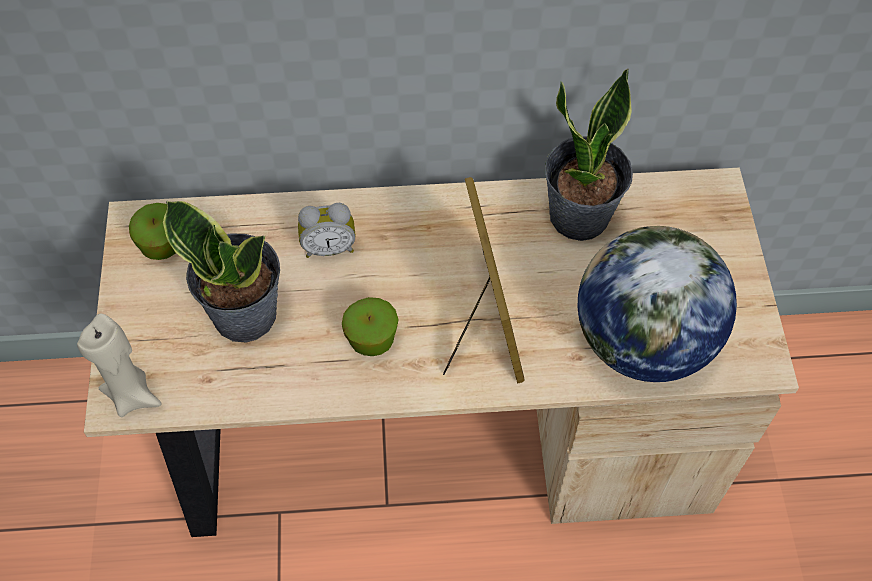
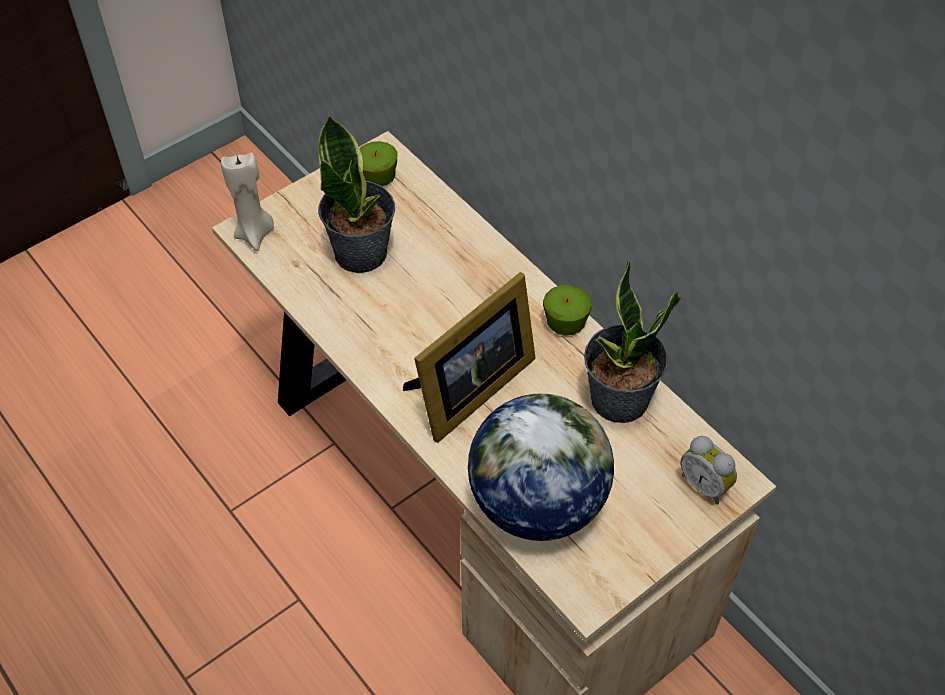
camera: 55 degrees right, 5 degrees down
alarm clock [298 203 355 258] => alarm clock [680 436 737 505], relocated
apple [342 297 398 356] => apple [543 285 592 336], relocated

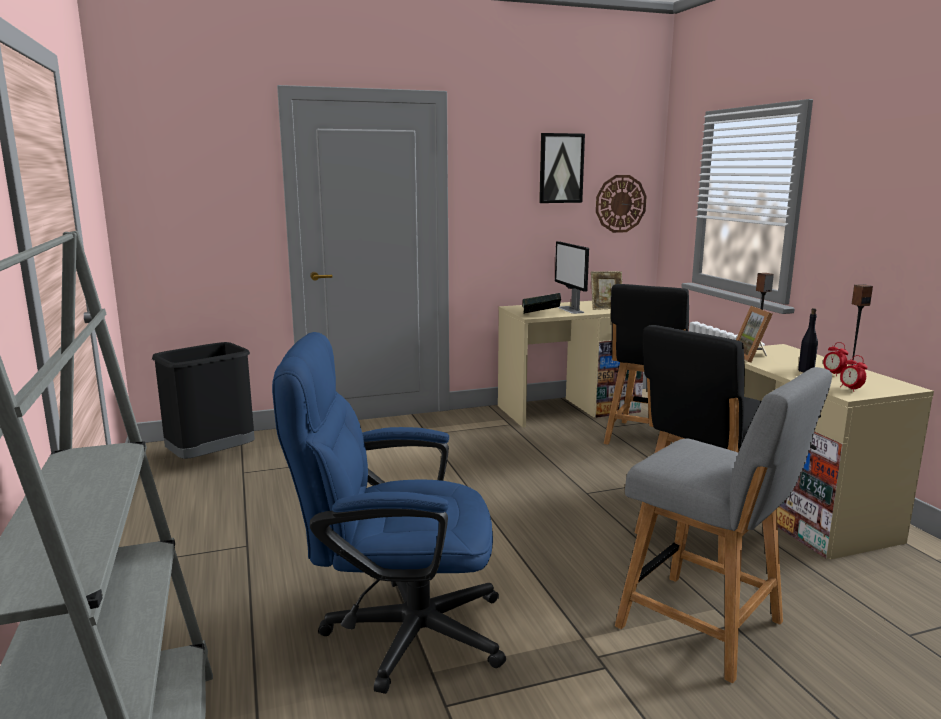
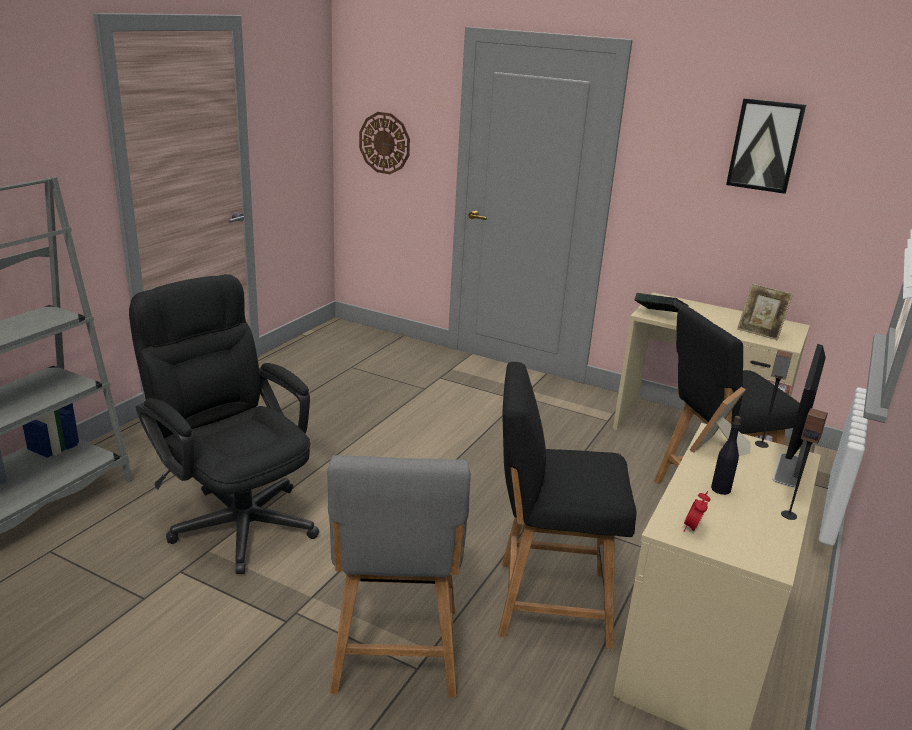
camera: 45 degrees right, 10 degrees up
wall clock [596 175 647 233] => wall clock [359 112 410 174], relocated
monitor [555 241 589 314] => monitor [772 344 826 488], relocated
blue office chair [272 332 506 694] => black office chair [129 274 319 574]
black trash can [152 342 255 459] => nothing
alarm clock [823 342 849 376] => nothing

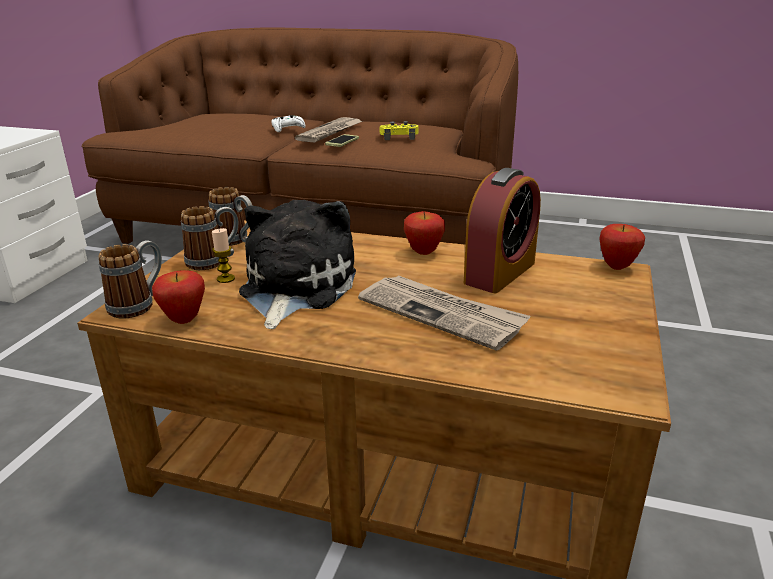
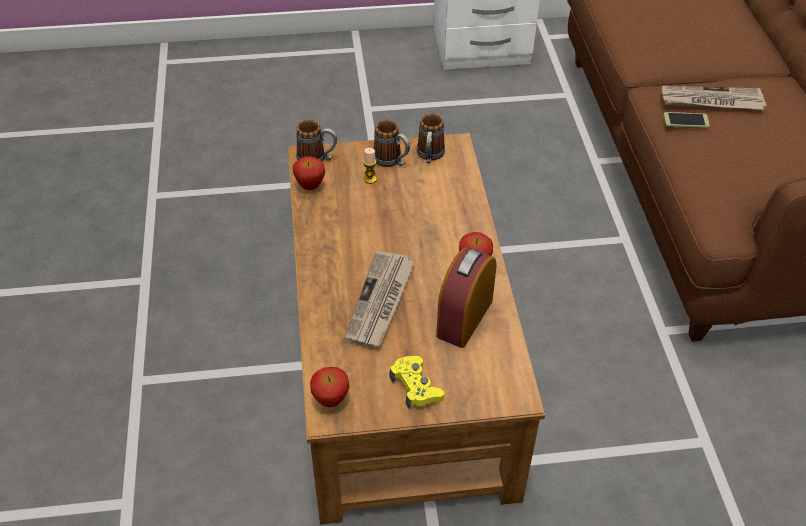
camera: 65 degrees right, 20 degrees up
white game controller [271 115 306 132] => nothing
yellow game controller [380 121 419 140] => yellow game controller [390 356 444 409], relocated
alarm clock [464 168 541 293] => alarm clock [436 247 497 348], 105 degrees clockwise
plush toy [239 200 356 329] => nothing
apple [599 224 645 270] => apple [310 367 349 407], relocated

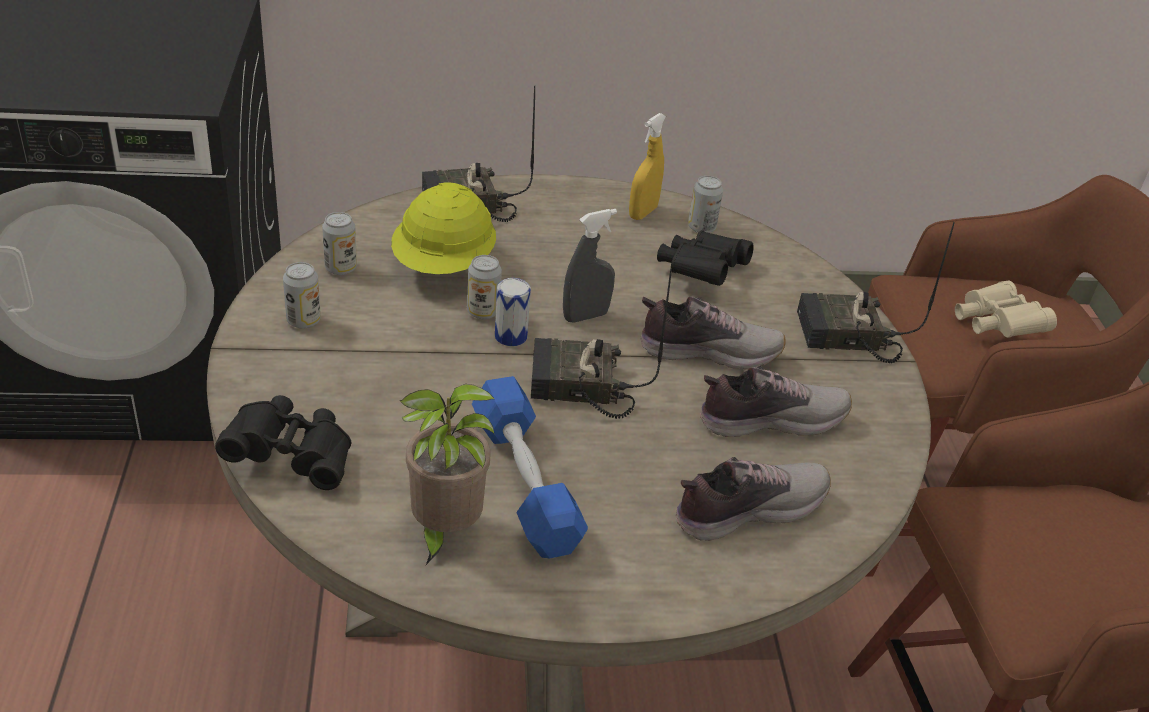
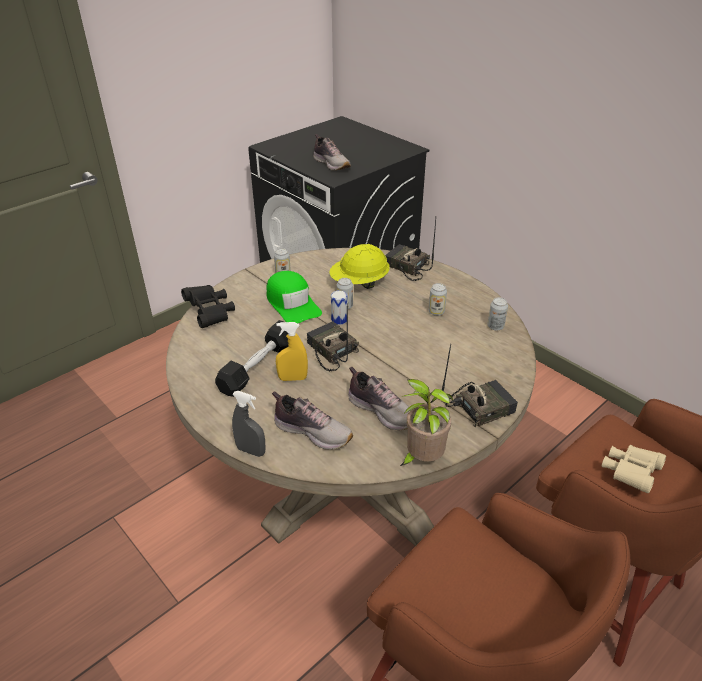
camera: 55 degrees right, 0 degrees up
yellow spray bottle [629 113 666 220] => yellow spray bottle [276 322 308 381], relocated
grey spray bottle [563 209 617 323] => grey spray bottle [232 391 265 457], relocated
can [322 212 357 275] => can [429 283 447 316], relocated
radio [797 222 955 364] => radio [442 344 518 427], 105 degrees clockwise
black binoculars [657 230 754 286] => nothing
shoe [640 297 786 369] => shoe [313 134 351 170], relocated
blue dumbbell [472 376 588 558] => black dumbbell [215 320 289 397]
potted plant [400 384 495 565] => potted plant [400 379 453 466], relocated
nothing => green cap [266 271 322 323]

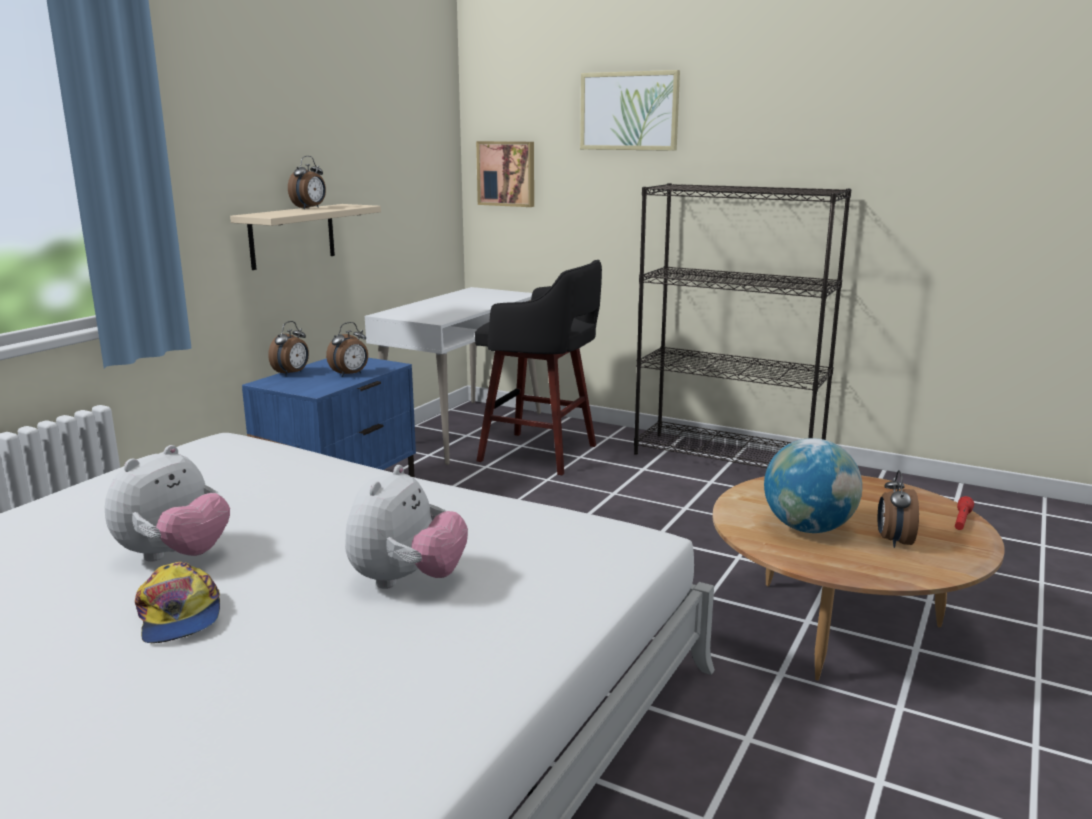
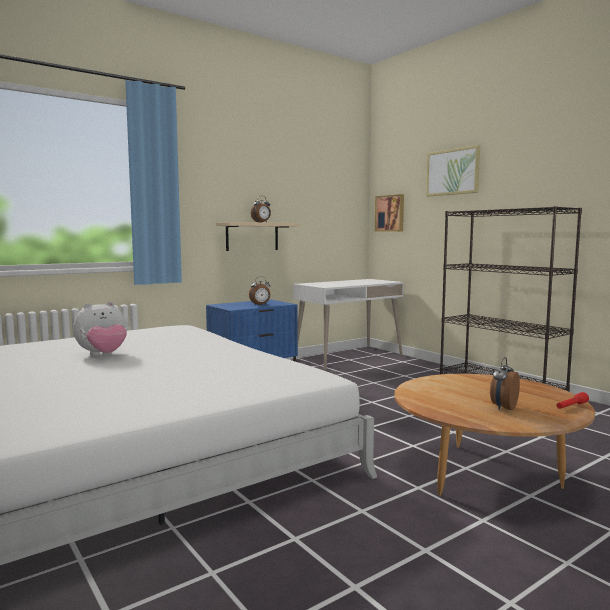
camera: 25 degrees right, 10 degrees down
black stool [475 260 602 475] => nothing
alarm clock [268 321 309 376] => nothing
globe [764 438 862 533] => nothing
plush toy [345 465 468 589] => nothing
cap [135 562 220 643] => nothing

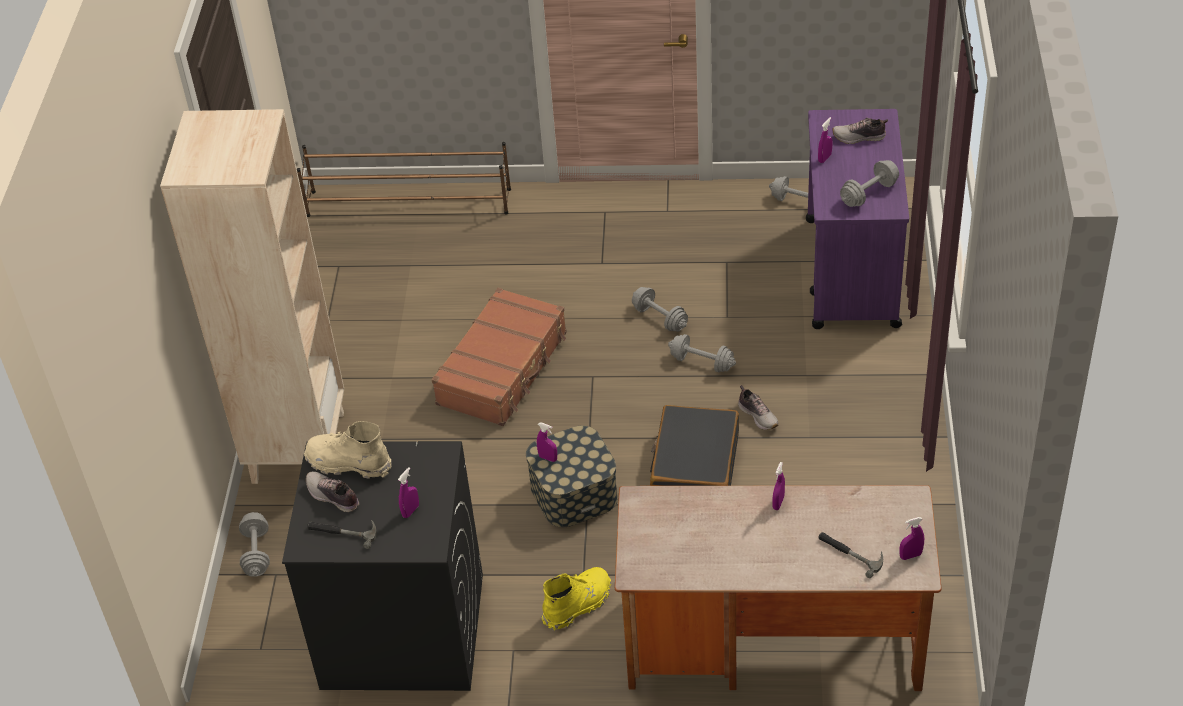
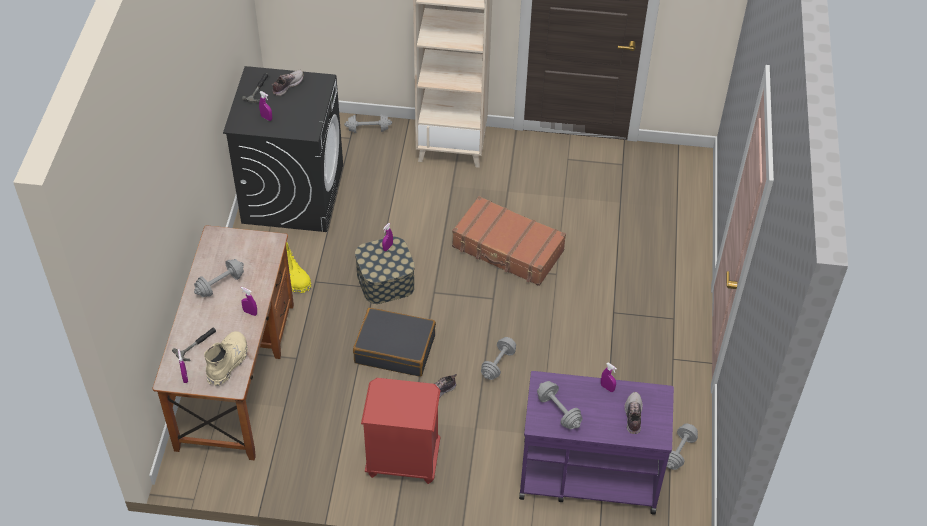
camera: 90 degrees right, 5 degrees up
brown shoe rack [297 142 511 217] => nothing
grey dumbbell [632 287 688 332] => grey dumbbell [194 259 244 297], relocated
beige boot [304 421 392 479] => beige boot [204 331 248 386], relocated
nothing => red nightstand [361 378 441 484]

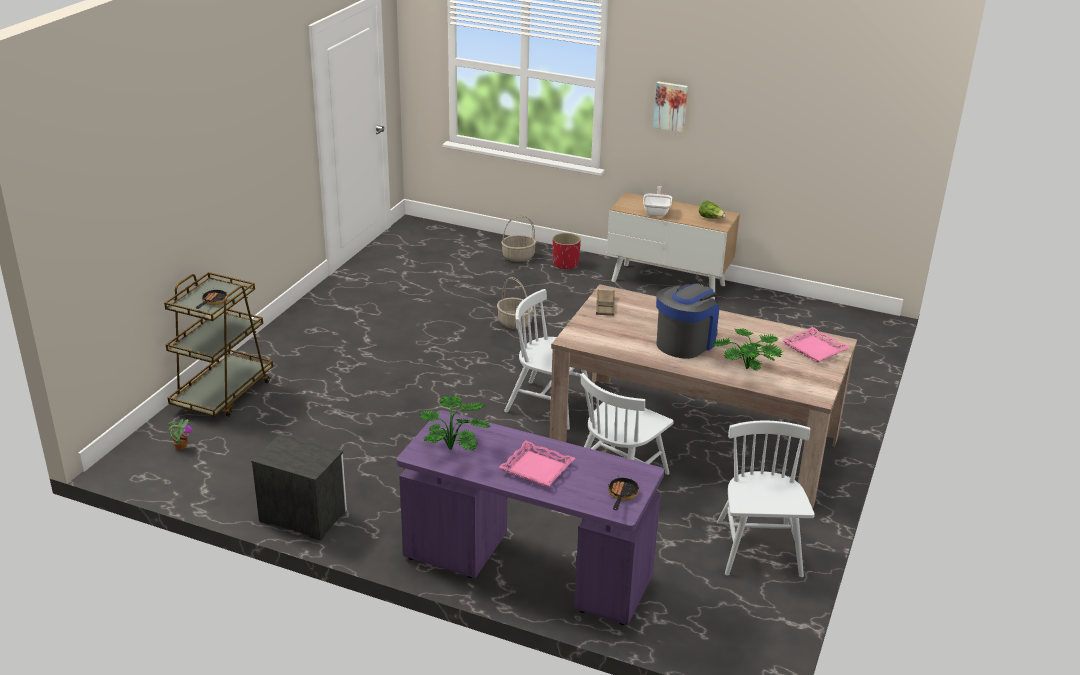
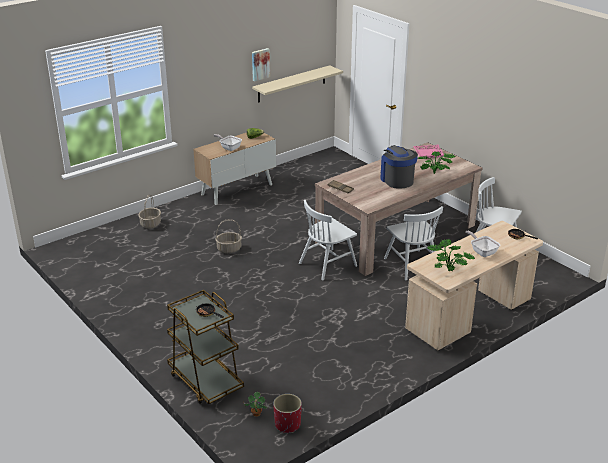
camera: 60 degrees left, 0 degrees up
picture [653 81 688 133] => picture [252 48 270 81], relocated
red planter [553 233 581 269] => red planter [273 394 302 433], relocated
purple desk [397 410 664 625] => beige desk [405 221 543 350]
nightstand [251 434 347 540] => nothing
pink tray [499 441 575 487] => frying pan [466 231 500 257]
nothing => beige shelf [252 65 343 102]

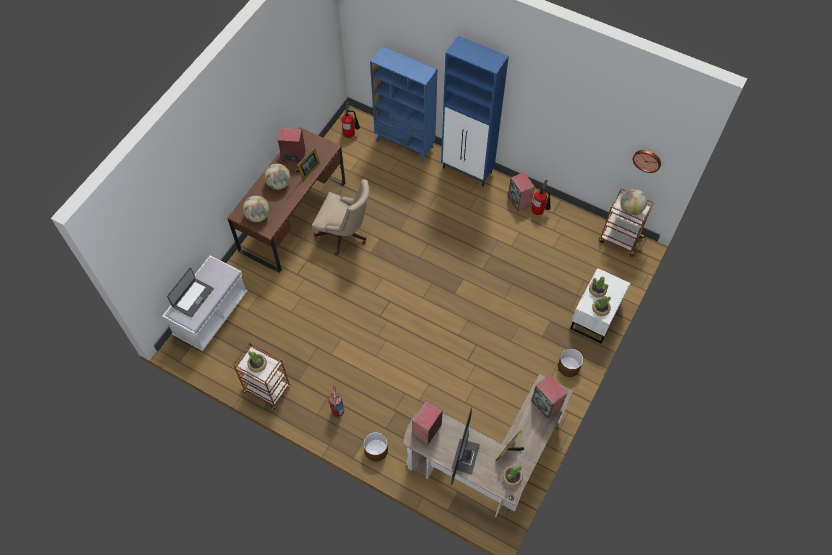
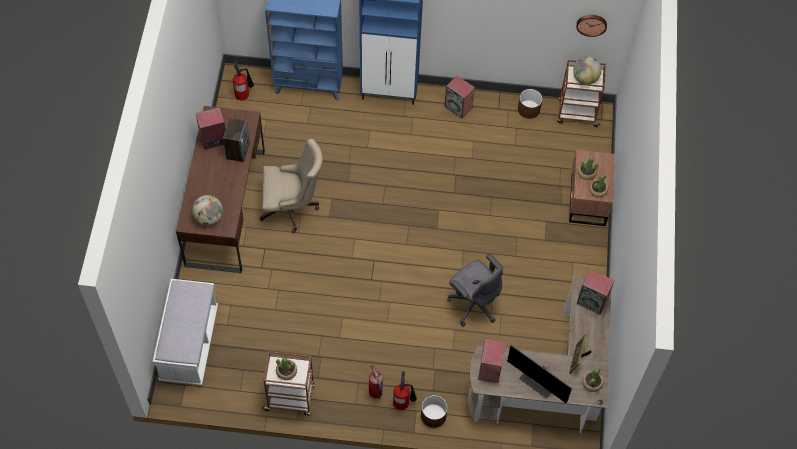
camera: 25 degrees left, 0 degrees up
picture frame [295 147 320 181] => speaker [223 118 250 163]
globe [264 164 291 190] => nothing
fire extinguisher [531 180 551 215] => fire extinguisher [393 371 417 410], relocated
laptop [167 267 214 317] => nothing
white nightstand [570 268 630 344] => brown nightstand [569 150 615 226]
brown planter [558 349 583 377] => brown planter [518 89 543 119], relocated
monitor [451 408 480 485] => monitor [507 345 572 403], 45 degrees counterclockwise
nothing => grey office chair [447 253 503 327]

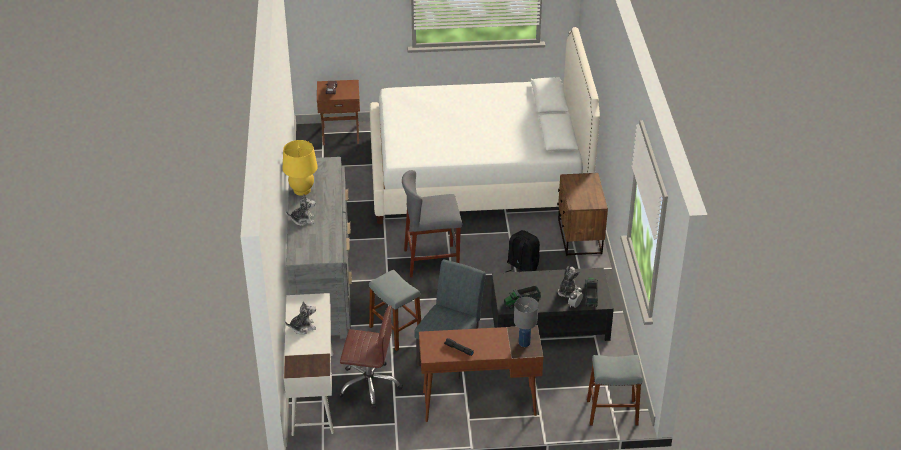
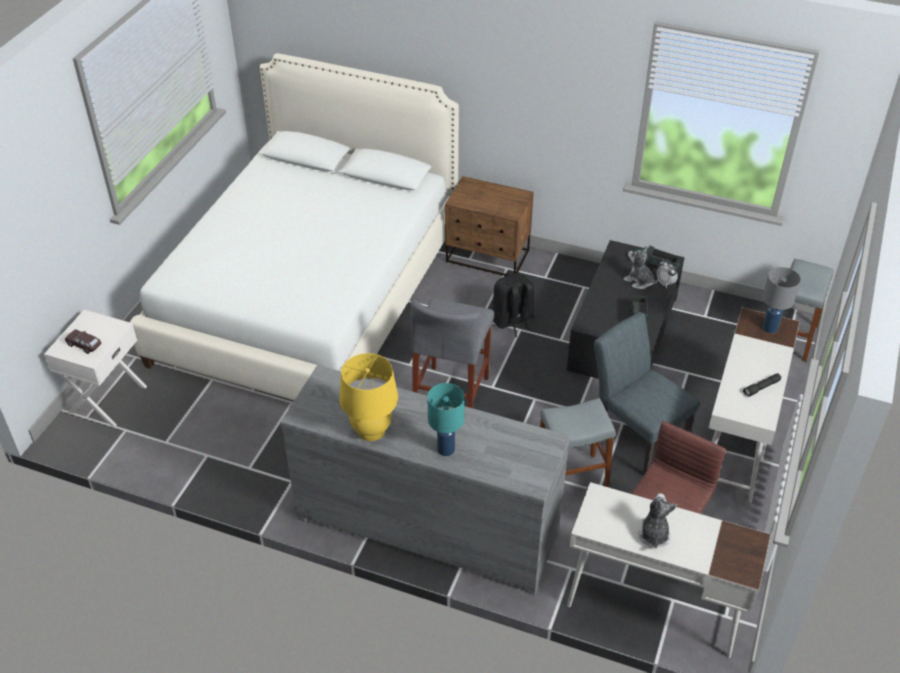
camera: 65 degrees left, 5 degrees up
brown nightstand [317 80 360 145] => white nightstand [44 310 147 427]
plush toy [286 194 315 226] => turquoise table lamp [427 383 464 456]
brown desk [419 325 543 422] => white desk [709 307 800 503]

